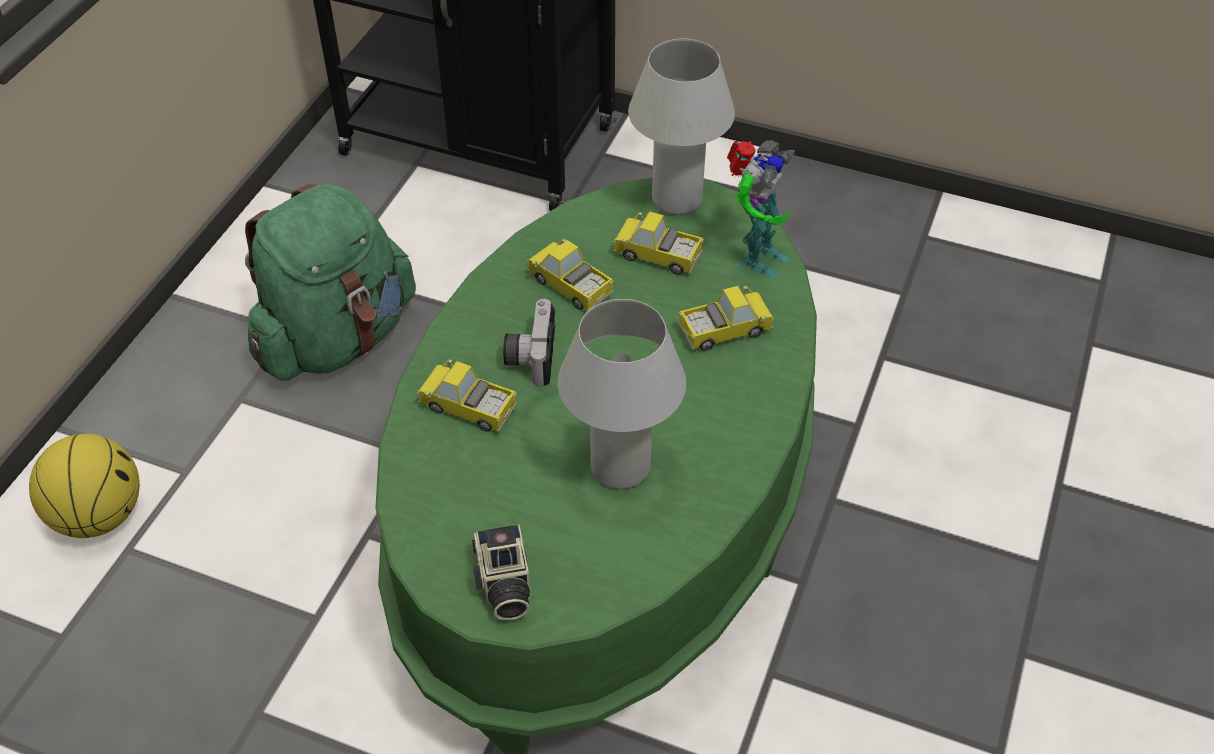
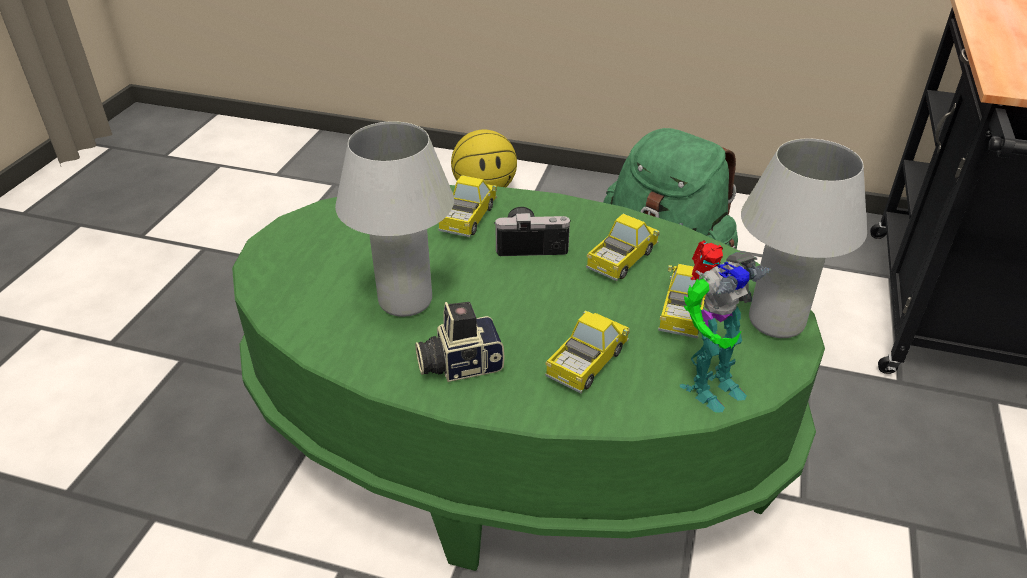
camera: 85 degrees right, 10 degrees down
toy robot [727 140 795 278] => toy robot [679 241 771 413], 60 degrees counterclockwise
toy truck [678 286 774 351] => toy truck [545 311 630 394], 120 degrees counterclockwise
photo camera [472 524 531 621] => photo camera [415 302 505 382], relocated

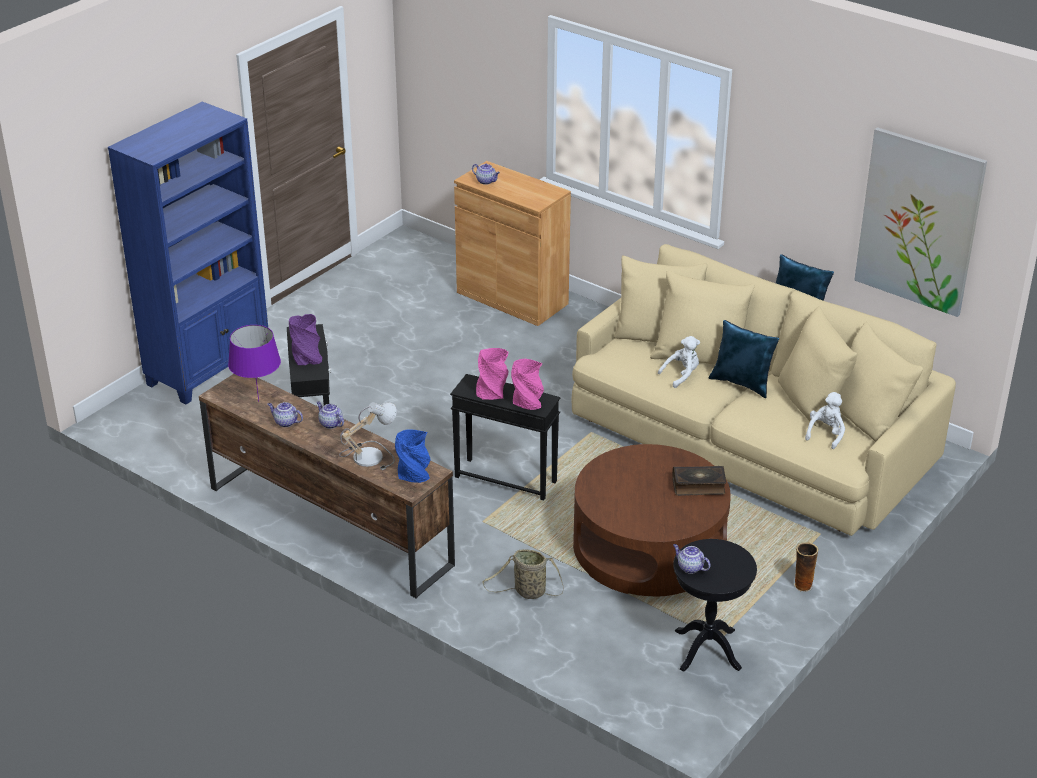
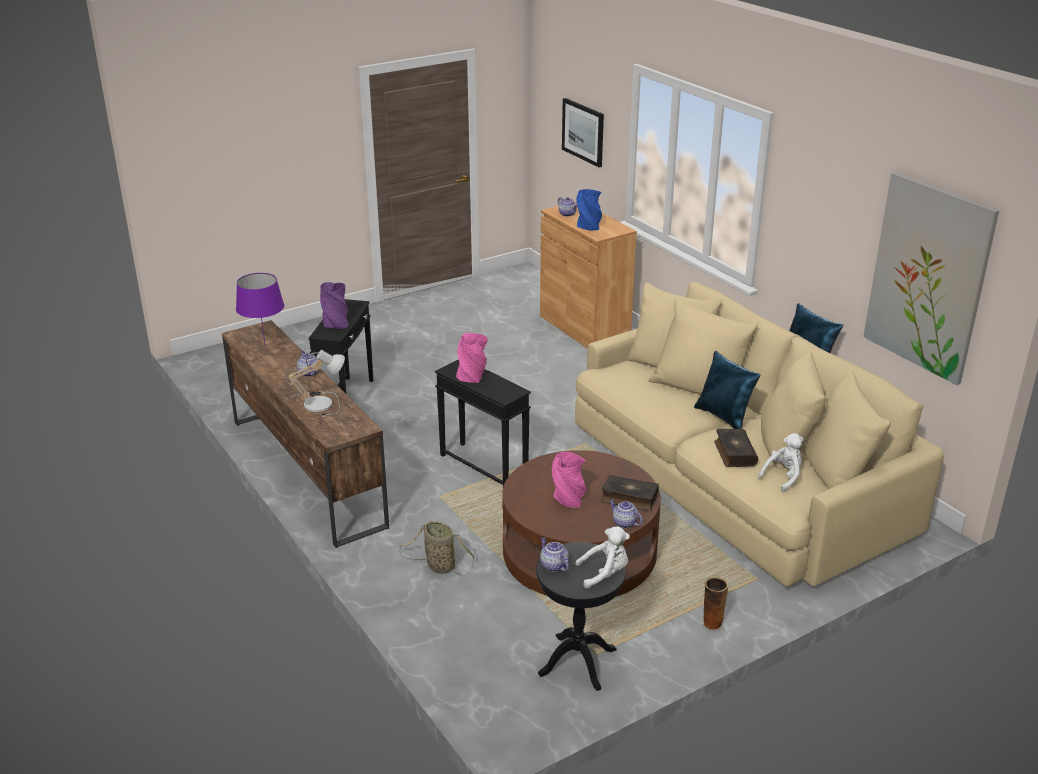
camera: 20 degrees right, 5 degrees down
blue bookcase [108 102 268 405] => nothing
white plush toy [658 336 700 388] => white plush toy [575 527 630 589], relocated
pink vase [511 359 544 410] => pink vase [552 452 586 508], relocated
teapot [268 402 303 427] => teapot [609 499 643 528], relocated
blue vase [395 430 430 483] => blue vase [576 189 602 231], relocated
nothing => picture [562 98 604 167]
nothing => book [714 429 758 467]

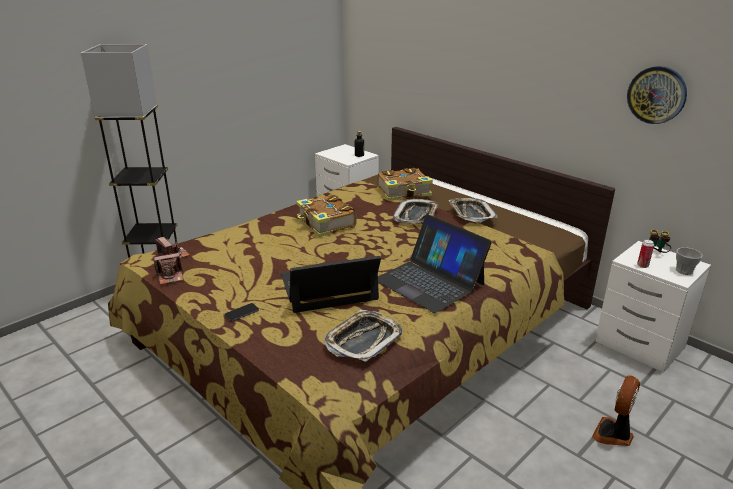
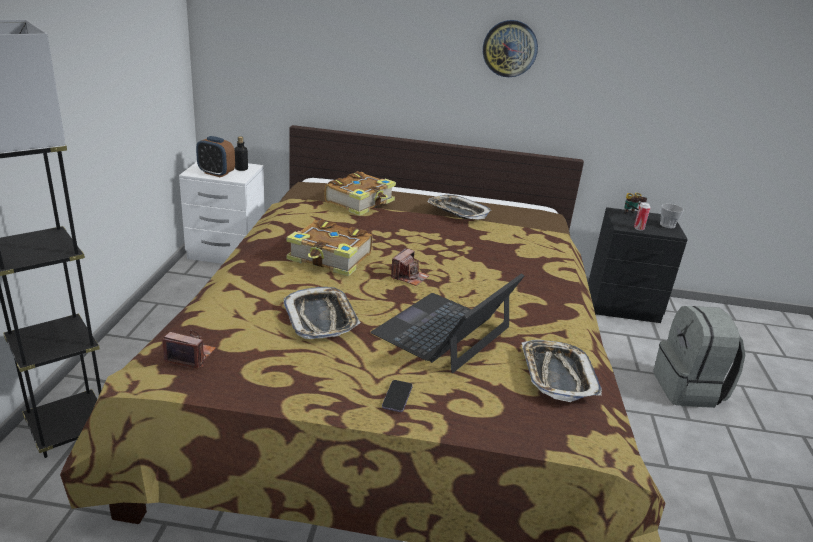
camera: 40 degrees left, 0 degrees up
wall clock [627 66 687 124] => wall clock [483 20 538 77], relocated
tray [393 199 438 224] => tray [284 287 361 339], relocated
laptop [378 214 492 313] => nothing
white nightstand [596 241 711 373] => black nightstand [588 207 688 323]
photo camera [154 252 183 285] => photo camera [391 248 430 286], relocated
fan [592 376 640 446] => grey backpack [653 306 745 408]
nothing => alarm clock [196 136 235 177]

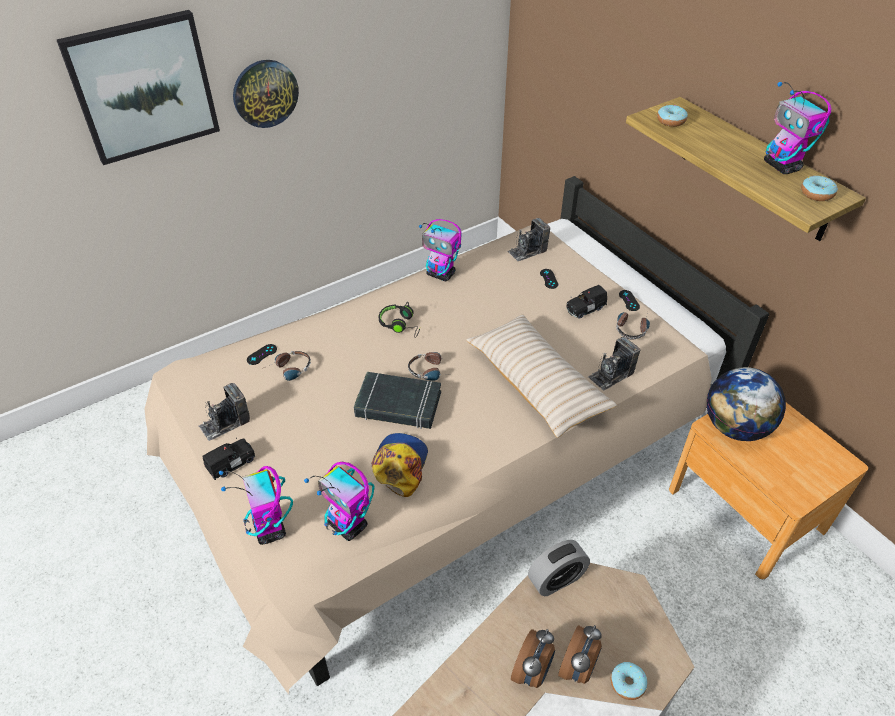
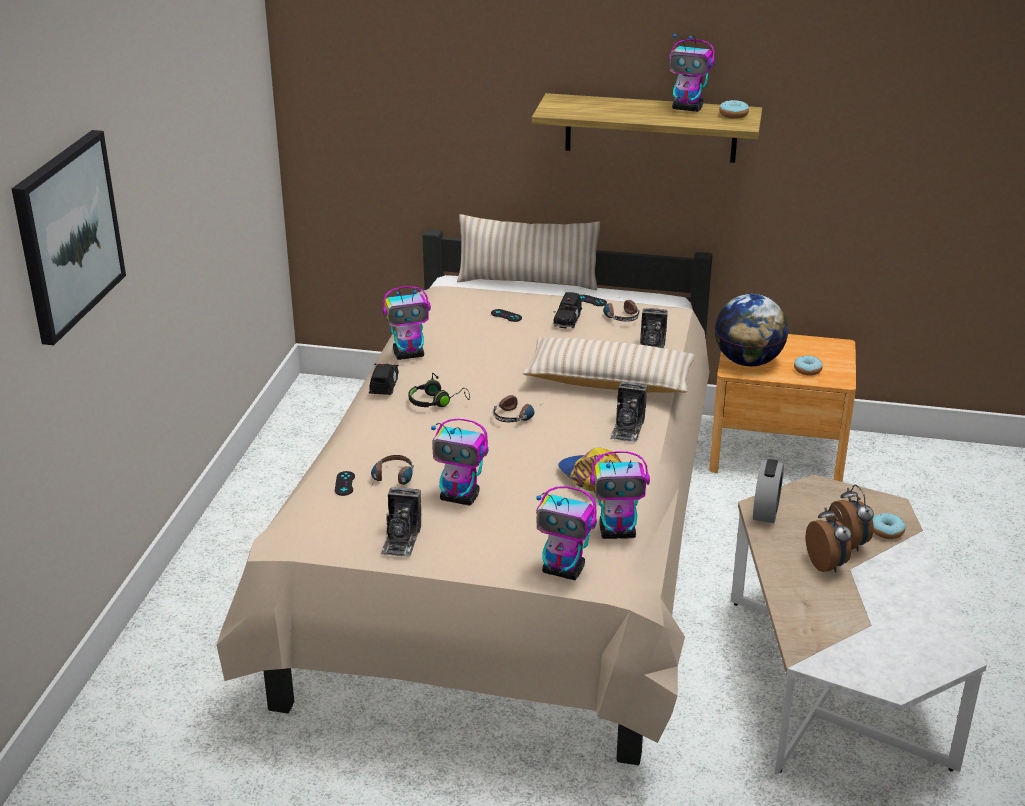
camera: 45 degrees left, 15 degrees down
wall clock [233 60 299 128] => nothing
donut [657 105 688 127] => donut [794 356 823 376], relocated
photo camera [507 218 550 261] => photo camera [610 382 647 442], relocated
black book [354 372 441 429] => nothing
black toy car [203 438 255 480] => black toy car [369 364 399 395], relocated
nothing => beige pillow [457 214 600 290]
nothing => toy robot [431 419 488 506]

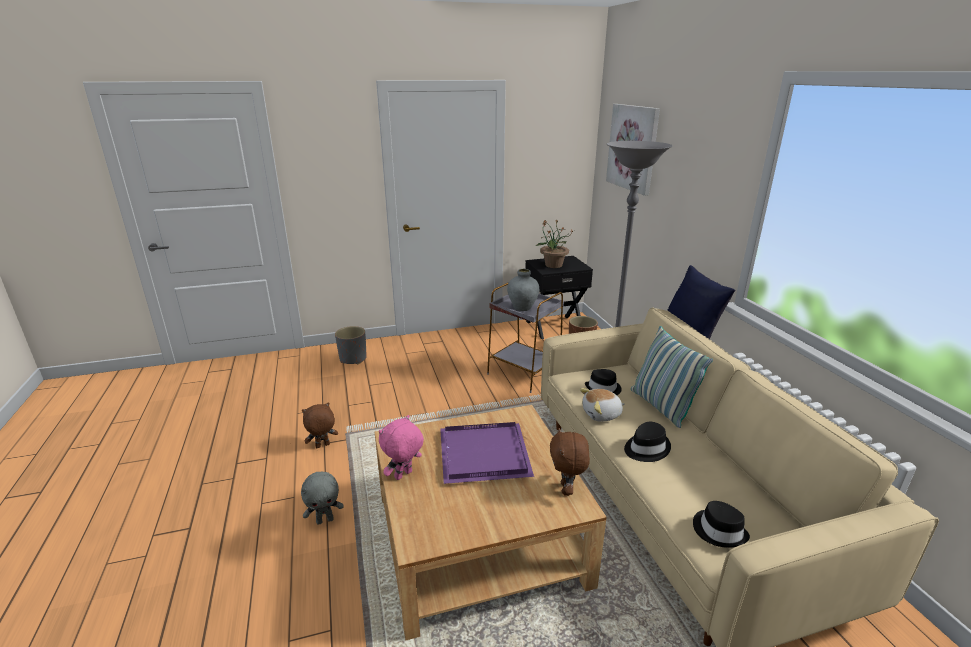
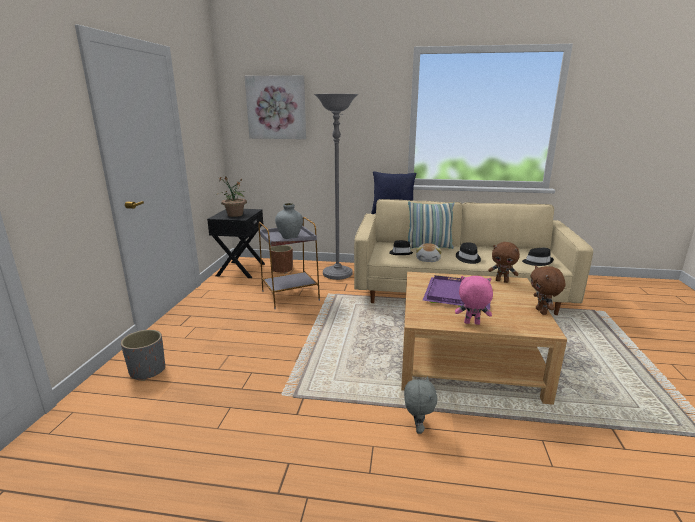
camera: 65 degrees left, 5 degrees down
brown plush toy [302 403 338 448] => brown plush toy [530 266 566 315], relocated
pink plush toy [379 415 424 480] => pink plush toy [455 276 493 325], 120 degrees clockwise

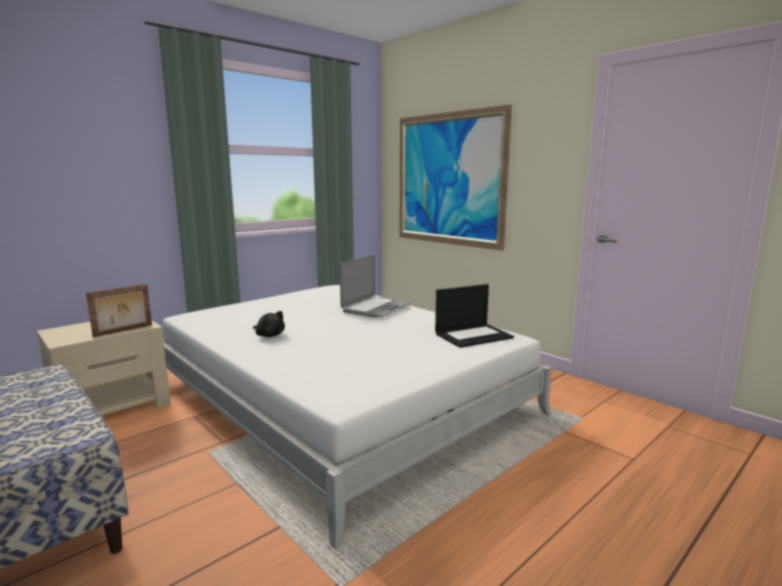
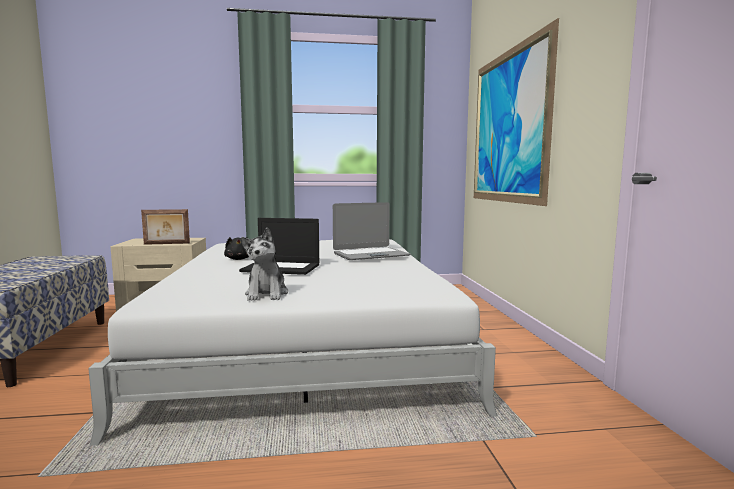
camera: 35 degrees right, 5 degrees down
laptop [435 284 514 348] => laptop [239 218 319 275], relocated
nothing => plush toy [241 228 288 301]

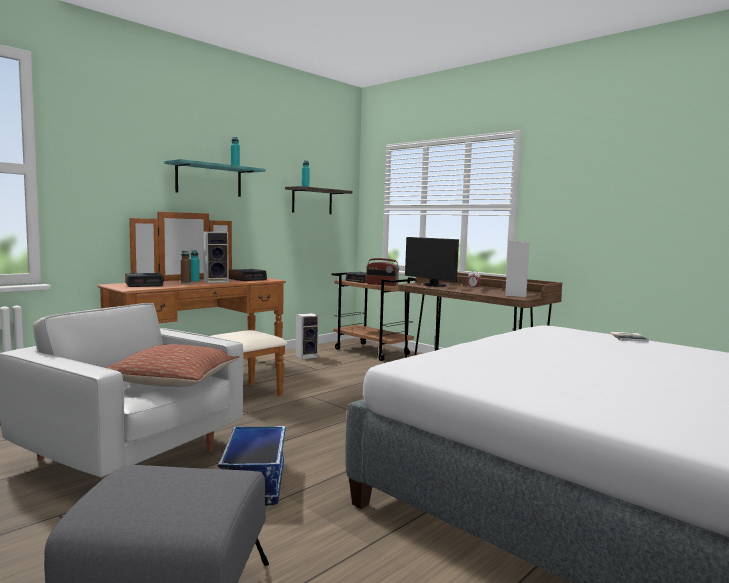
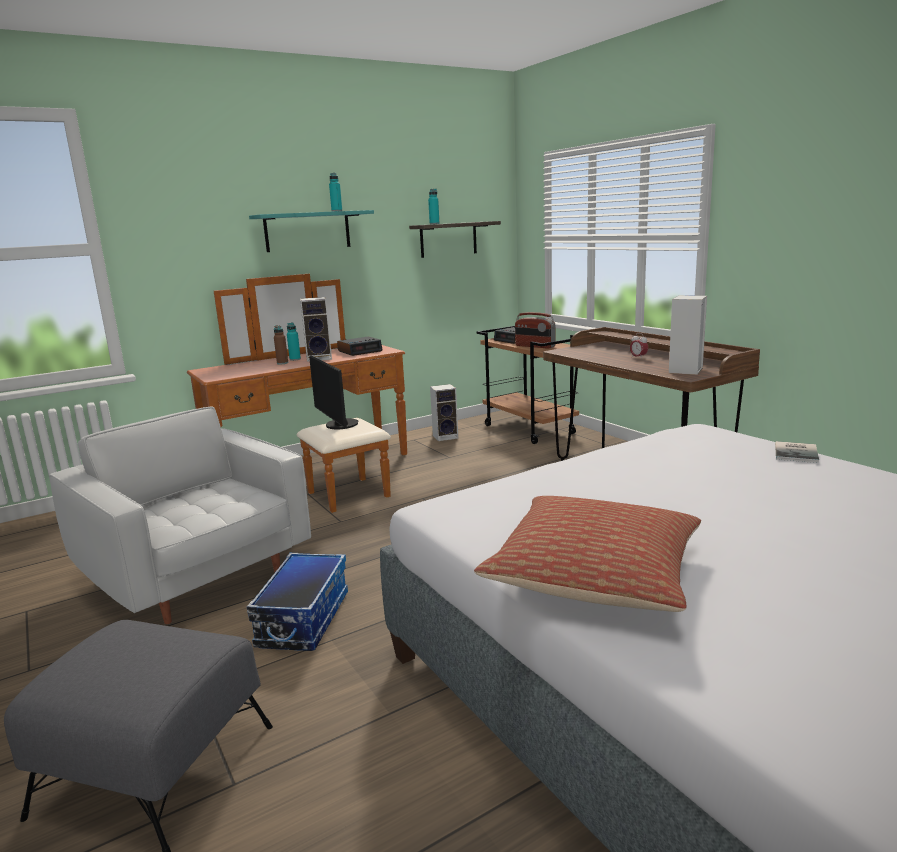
camera: 15 degrees right, 10 degrees up
monitor [405 237 459 287] => monitor [309 355 359 429], relocated
alarm clock [125 273 164 287] => nothing
pillow [106 344 240 387] => pillow [474 496 701 612], relocated

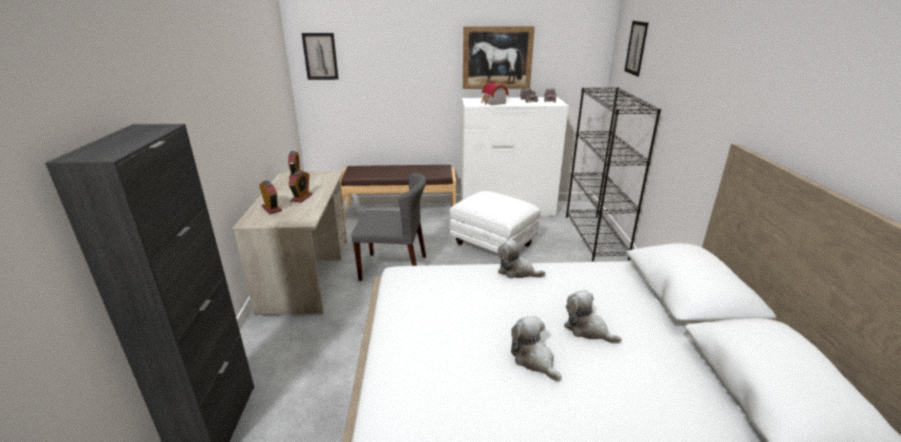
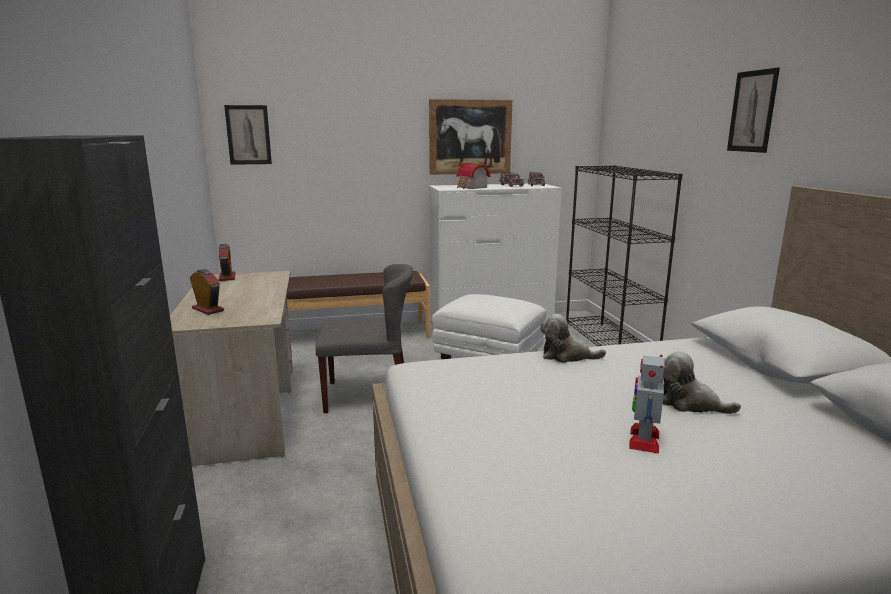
camera: 10 degrees left, 10 degrees down
picture [624 21 648 76] => picture [727 68 780 153], relocated
alarm clock [288 171 313 202] => nothing
plush toy [511 316 561 381] => toy robot [629 354 665 454]

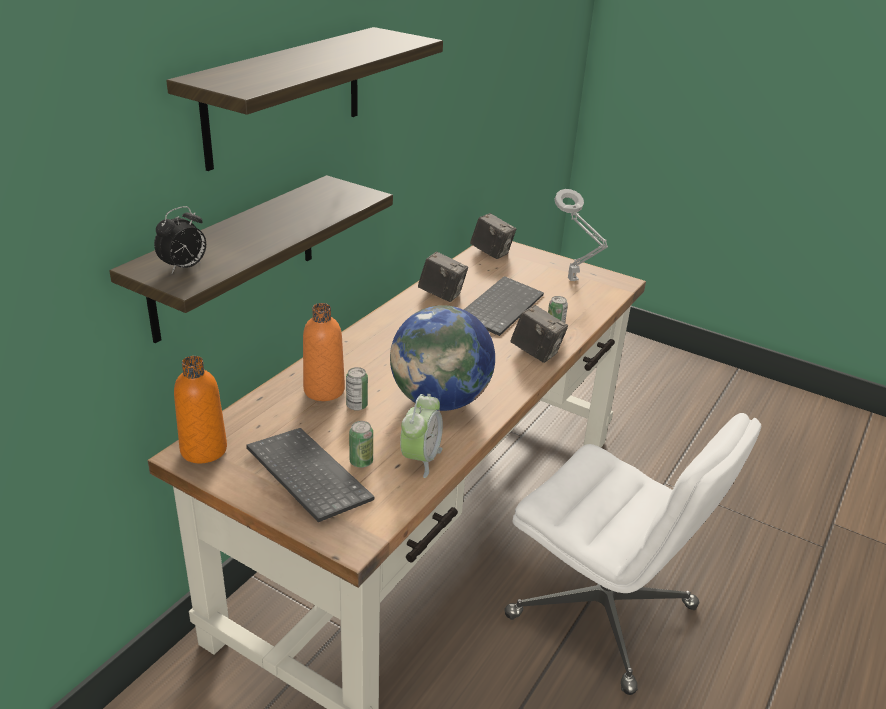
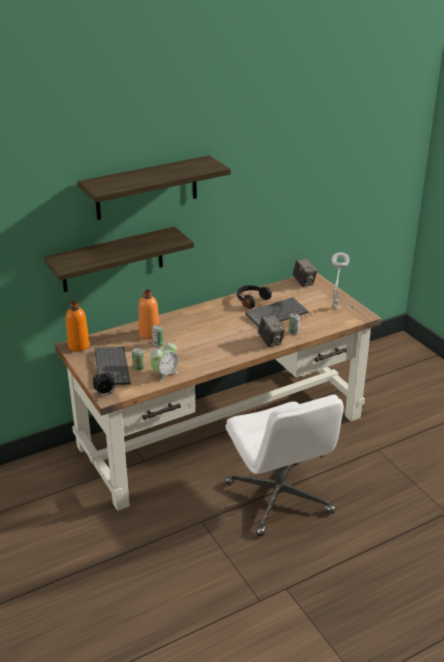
camera: 30 degrees right, 0 degrees up
alarm clock [154 206 206 273] => alarm clock [93 370 115 395], relocated
photo camera [418 251 468 302] => black headphones [237 285 272 309]
globe [390 305 495 411] => nothing

